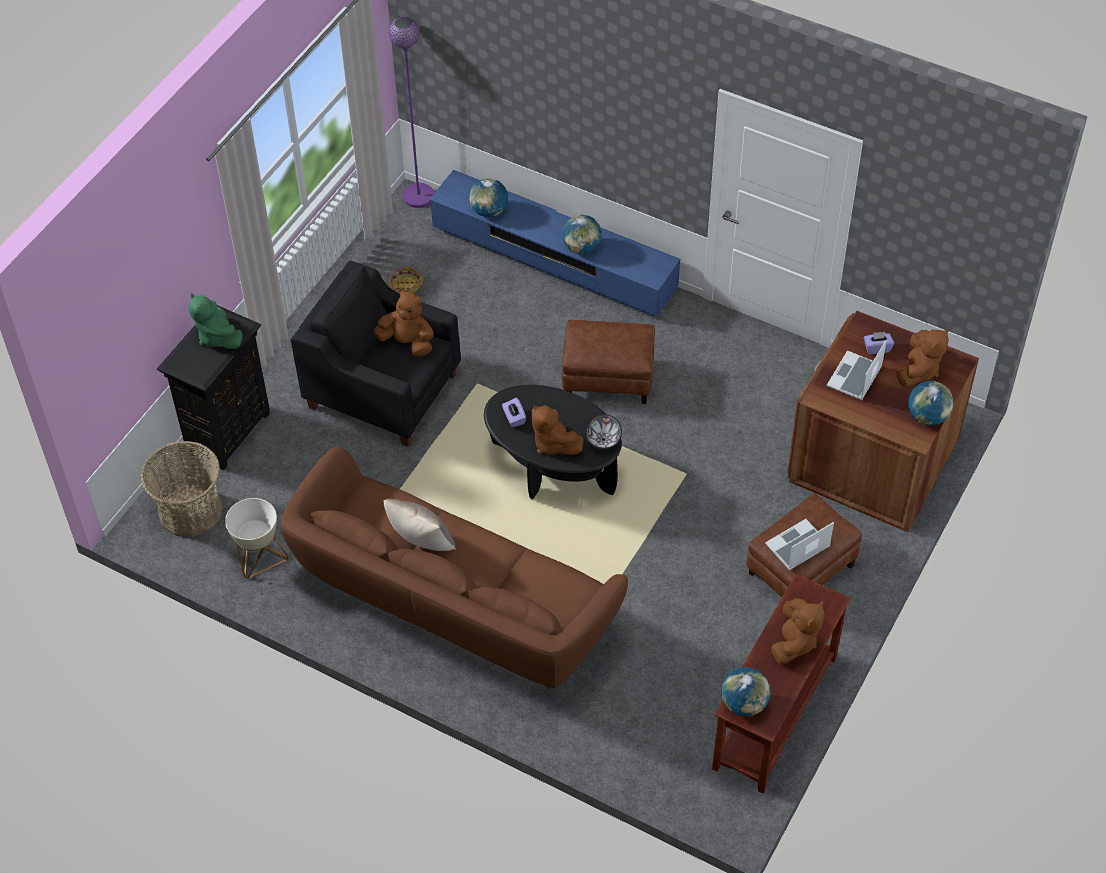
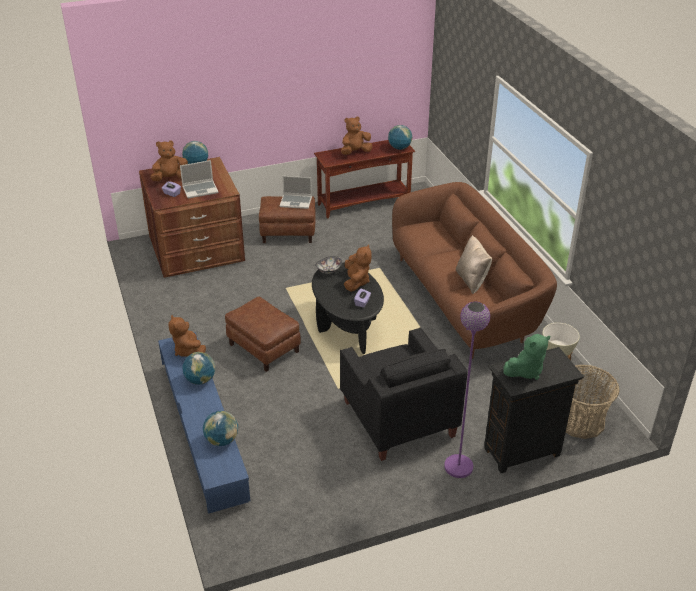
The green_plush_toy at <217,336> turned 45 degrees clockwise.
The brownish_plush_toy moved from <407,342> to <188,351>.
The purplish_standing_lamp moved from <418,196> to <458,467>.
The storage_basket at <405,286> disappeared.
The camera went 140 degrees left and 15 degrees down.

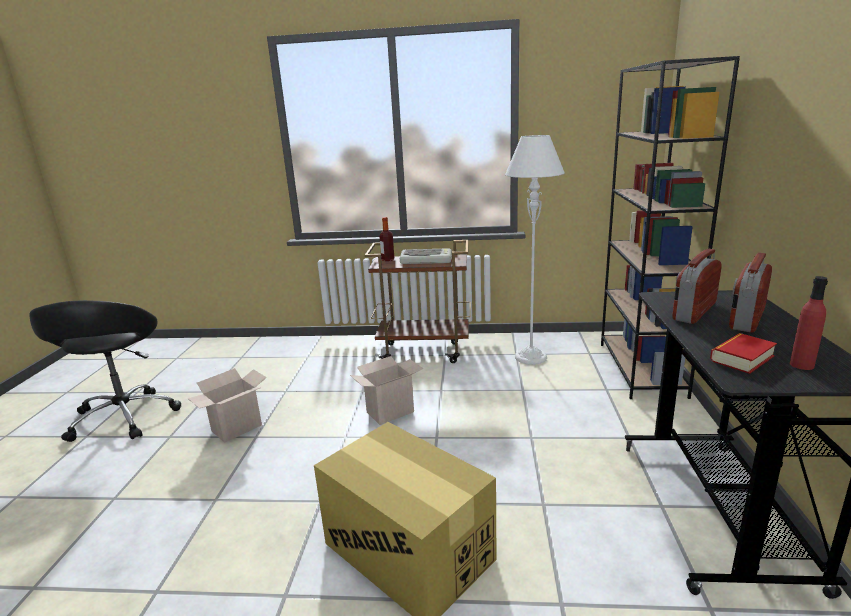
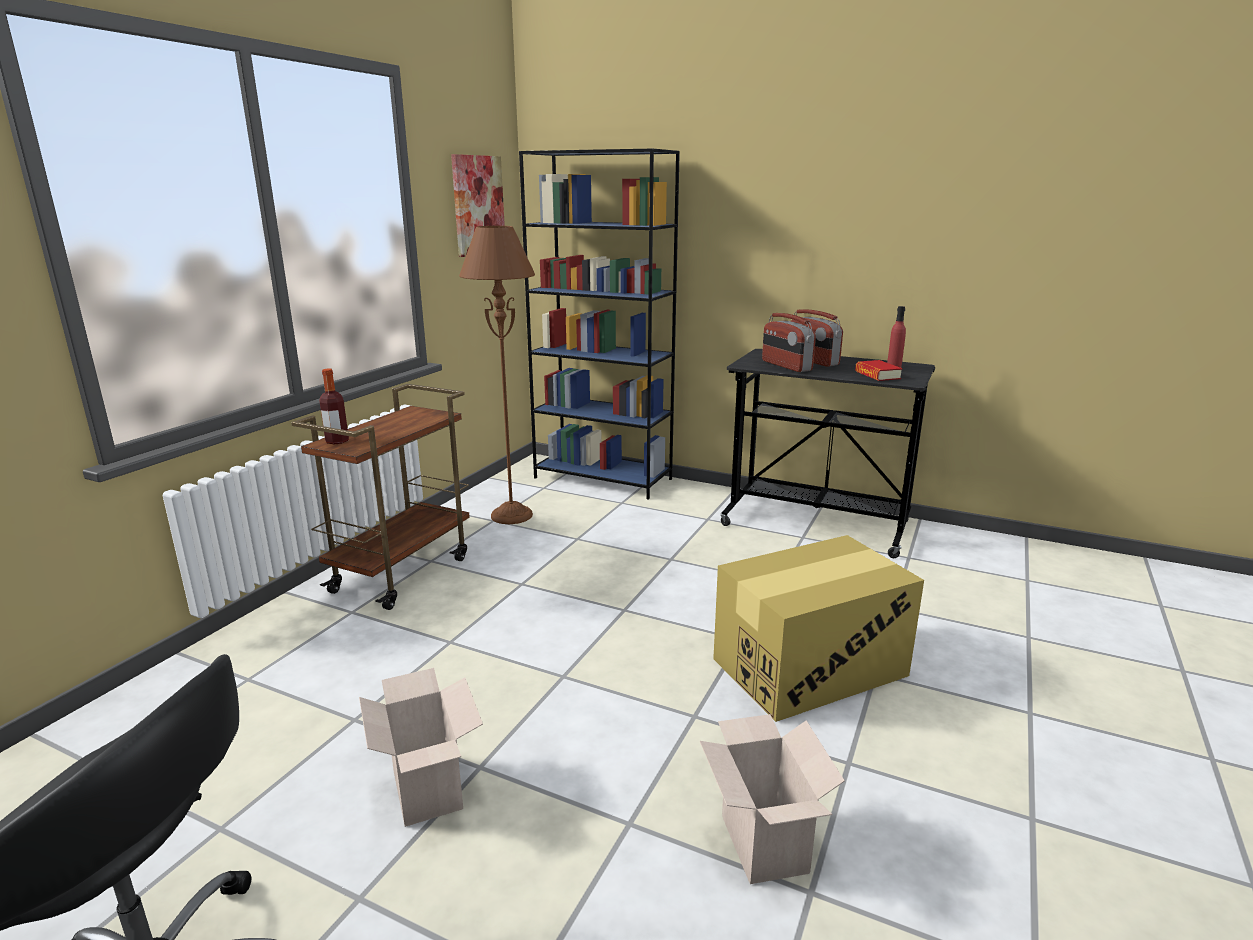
The cardboard_box moved from <391,411> to <760,841>.
The PC_keyboard at <426,260> disappeared.
The white_standing_lamp at <531,357> became the brownish_standing_lamp at <511,515>.
The sand-coloured_bookcase at <641,369> became the bluish_bookcase at <604,478>.
The picture at <478,205> appeared.
The camera went 70 degrees left and 0 degrees up.

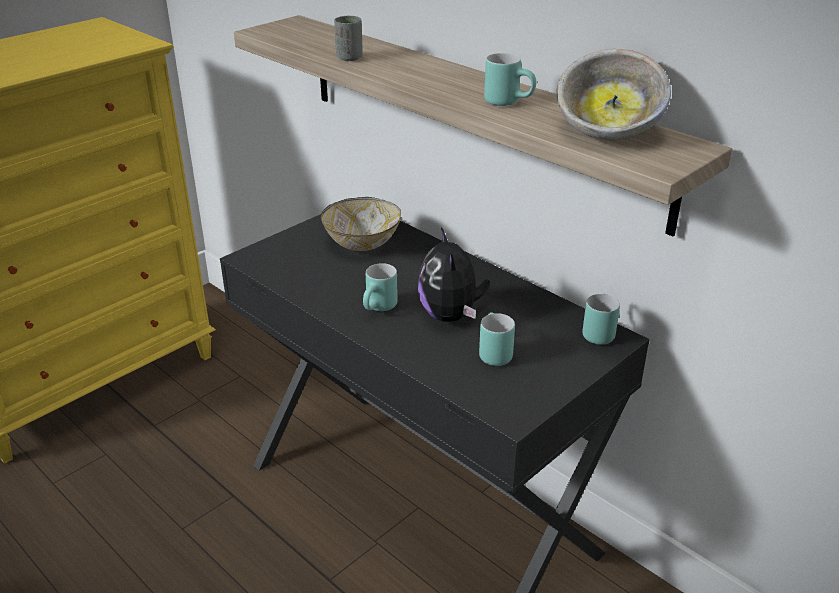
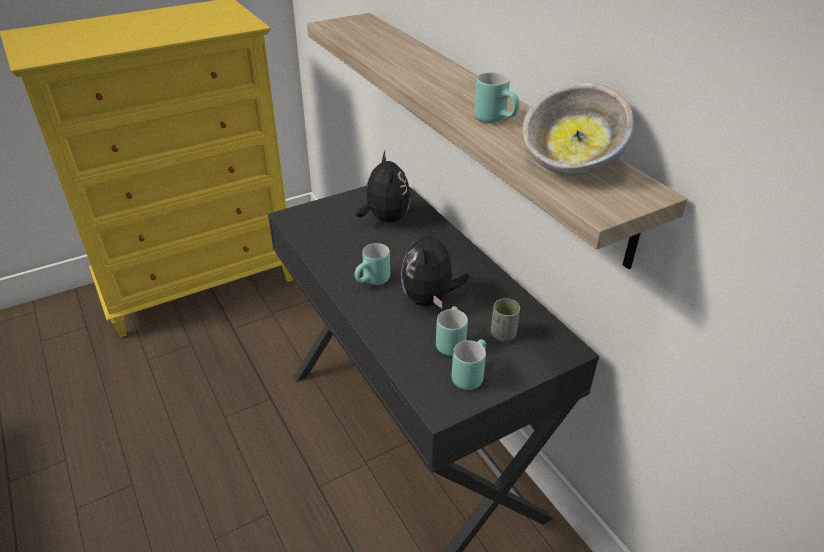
The bowl at <361,243> was replaced by the plush_toy at <385,218>.
The gray_small_cup moved from <349,58> to <503,334>.
The blue-green_mug moved from <596,332> to <468,374>.
The camera went 15 degrees right and 5 degrees up.

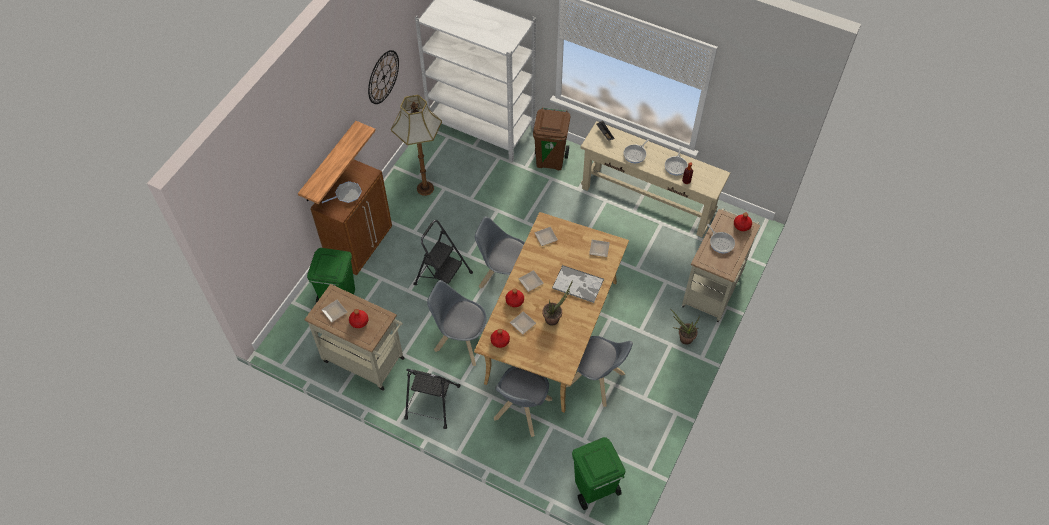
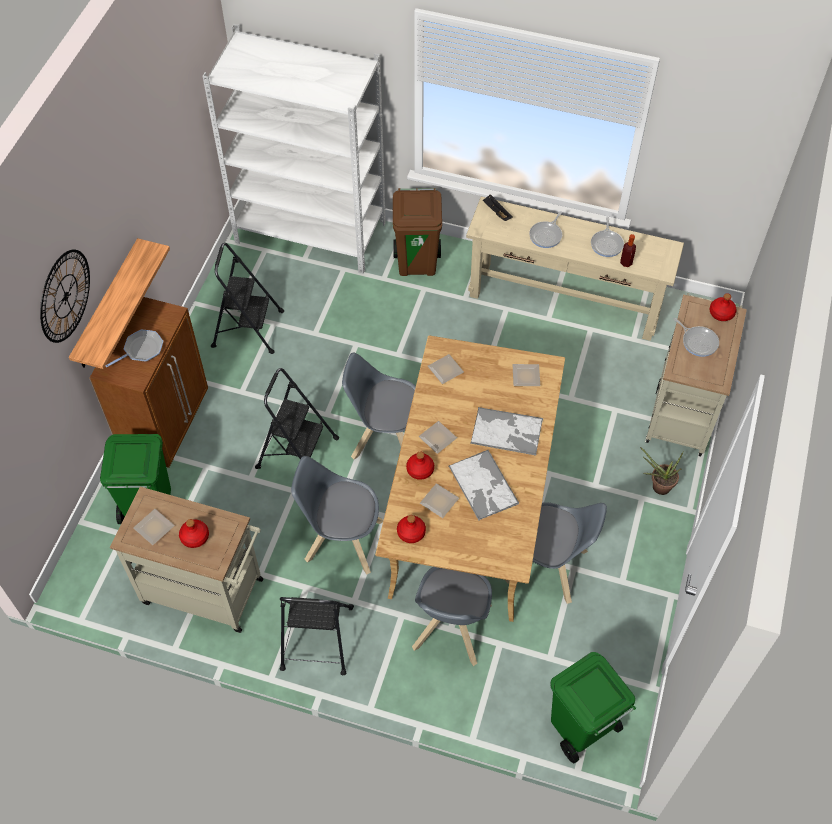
The wall_clock moved from <383,77> to <65,296>.
The standing_lamp at <424,188> was replaced by the black-coloured_step_ladder at <245,327>.
The potted_plant at <554,317> was replaced by the serving_tray at <483,486>.
The camera went 10 degrees left and 0 degrees up.

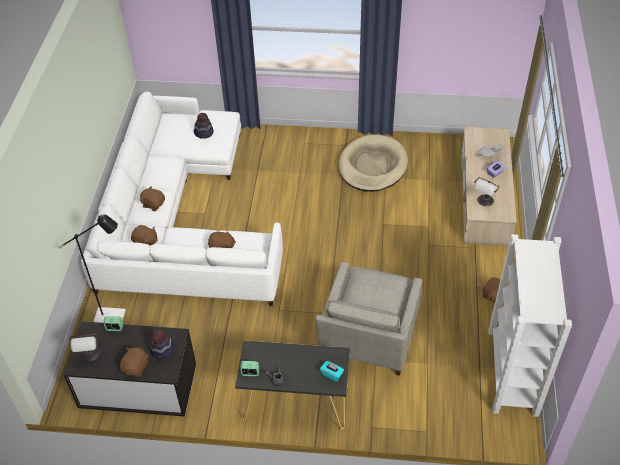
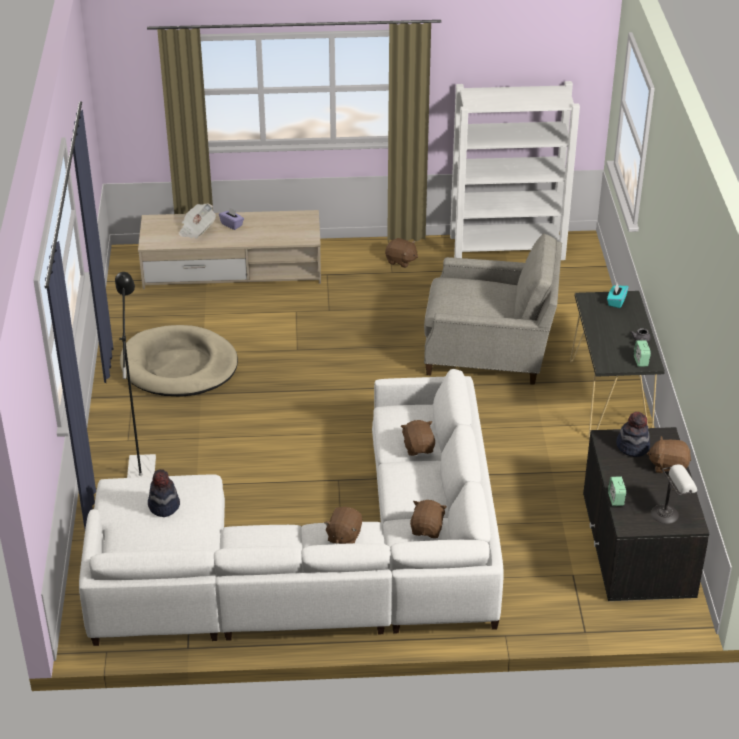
The black-coloured_standing_lamp moved from <115,317> to <141,465>.
The lamp_for_a_table at <484,202> disappeared.
The camera went 100 degrees left and 10 degrees down.

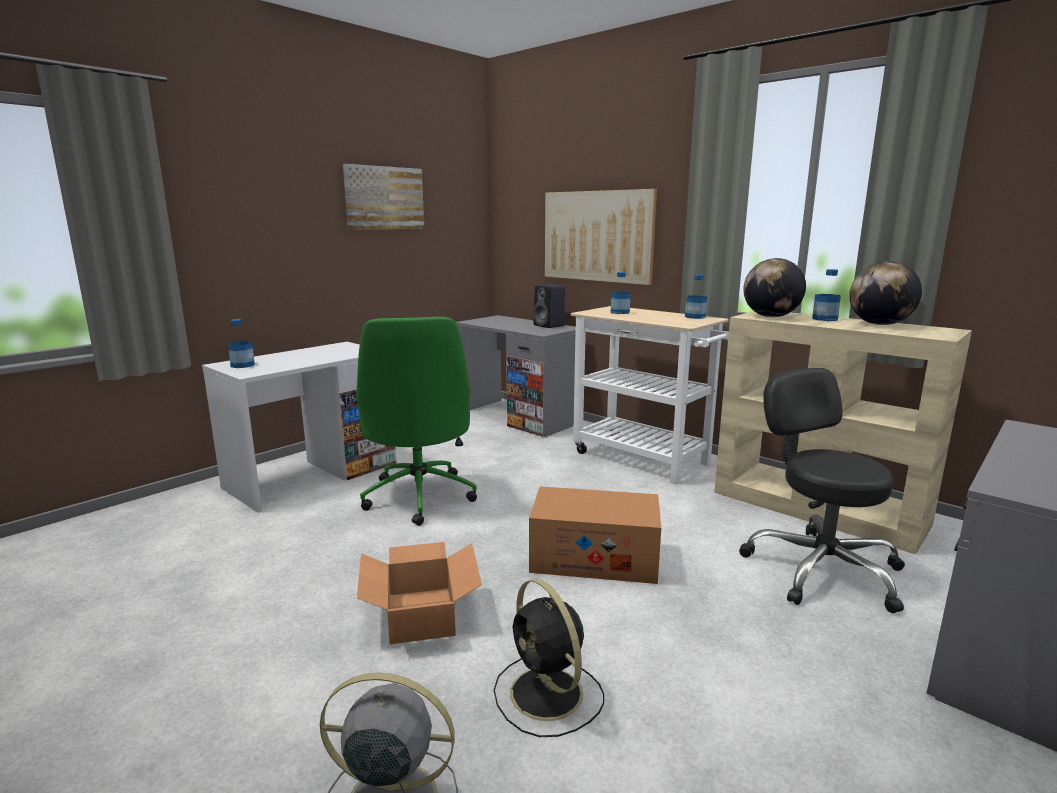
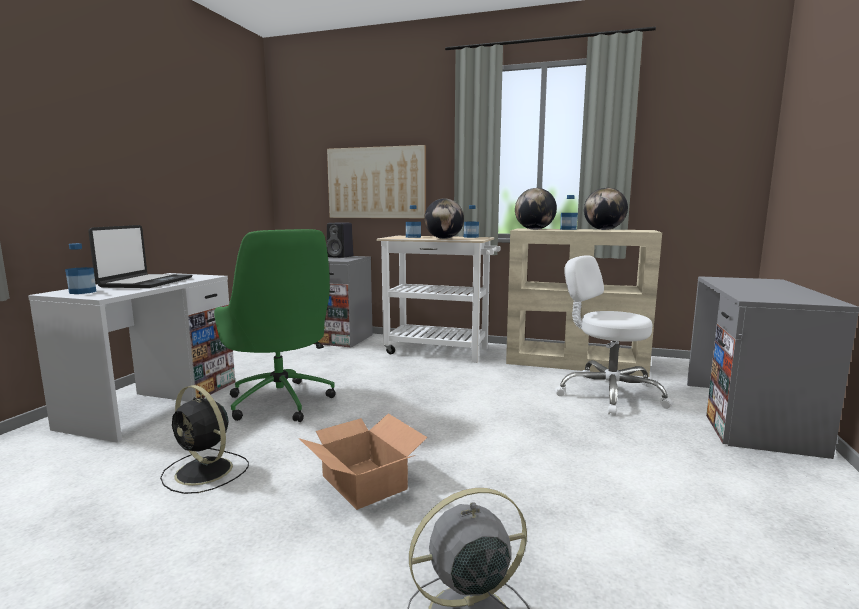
The picture at <384,198> disappeared.
The black-coloured_cooling_fan moved from <548,695> to <205,472>.
The cardboard_box at <594,558> disappeared.
The black-coloured_computer_chair at <816,566> became the white_computer_chair at <605,393>.
The portable_computer at <146,282> appeared.
The world_globe at <444,238> appeared.
The camera went 25 degrees left and 5 degrees down.

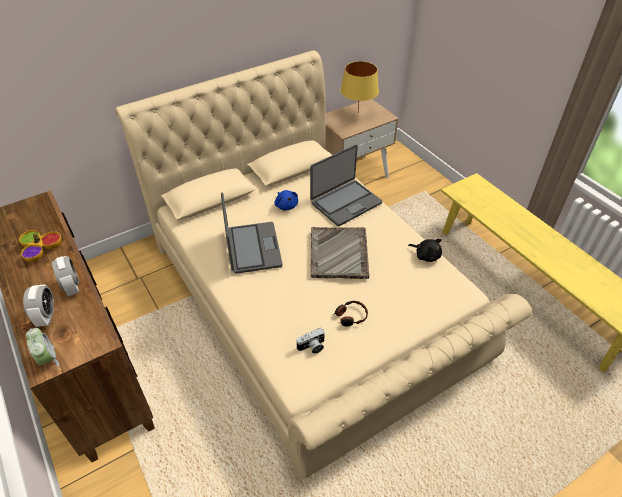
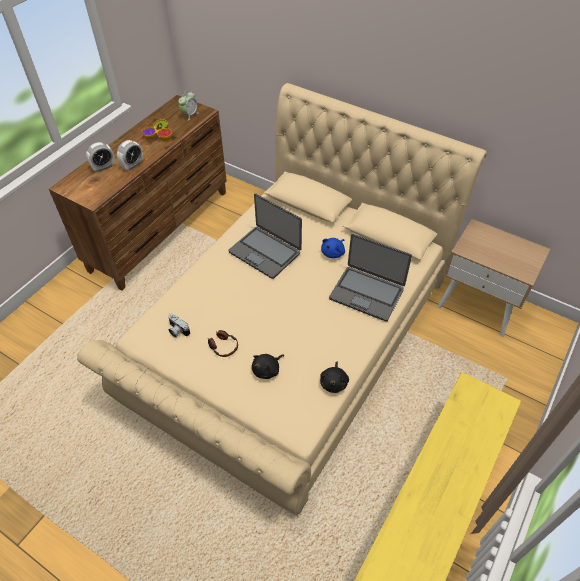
The bedside_clock moved from <48,359> to <189,115>.
The portable_computer at <252,248> turned 75 degrees clockwise.
The gray_serving_tray at <338,254> disappeared.
The yellow_lamp_for_a_table at <357,113> disappeared.
The black-coloured_plush_toy at <267,370> appeared.
The camera went 65 degrees right and 5 degrees up.

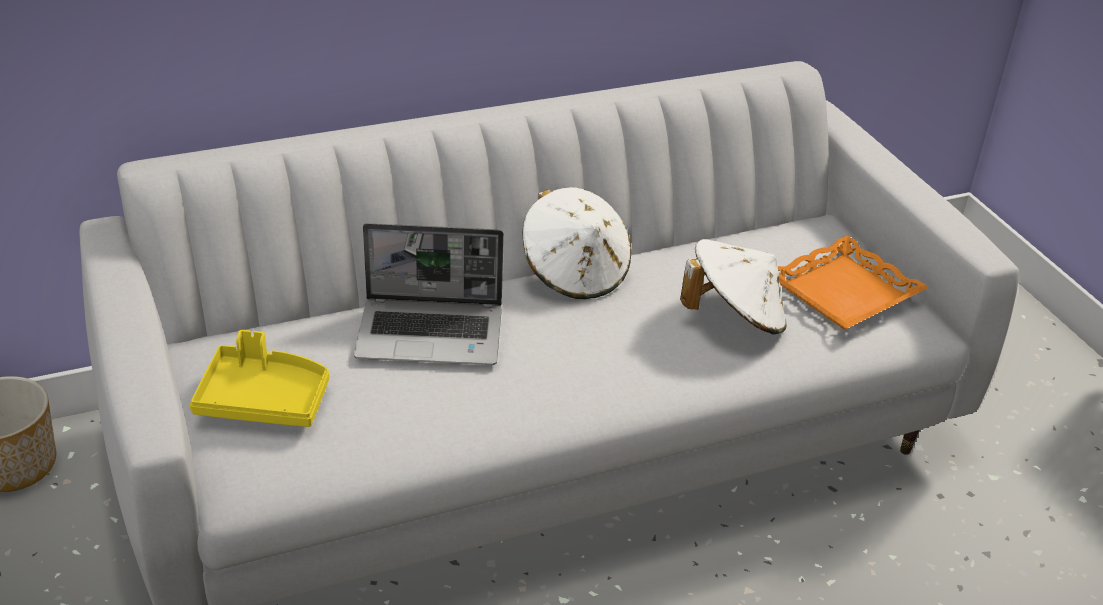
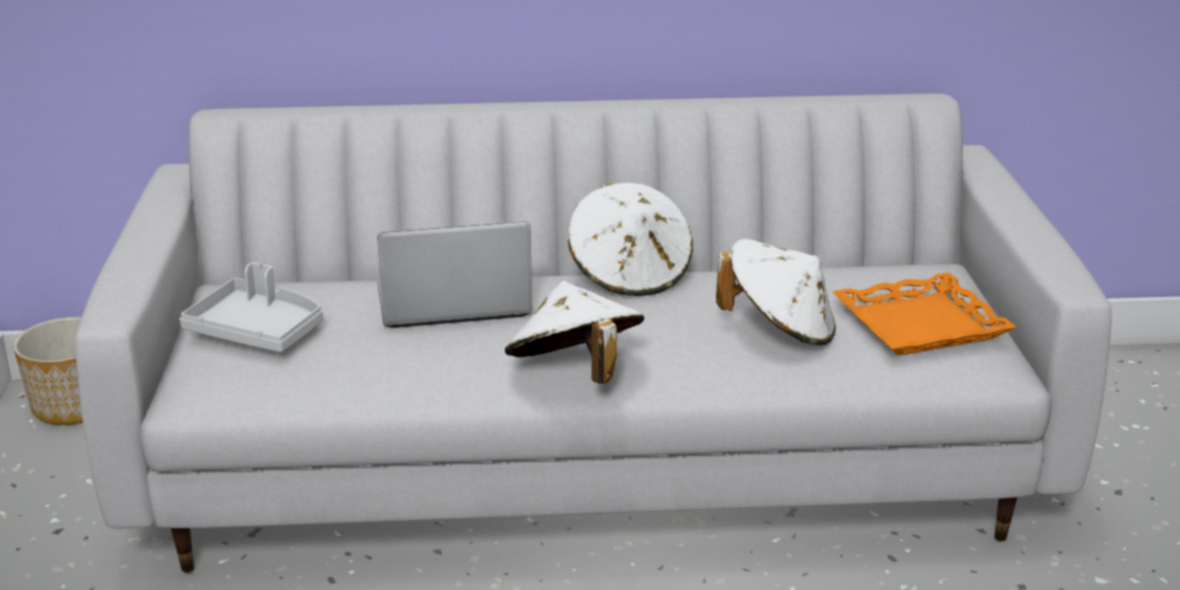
The yellow_serving_tray at <264,399> became the gray_serving_tray at <258,331>.
The portable_computer at <432,333> turned 150 degrees clockwise.
The white_hat at <575,374> appeared.
The camera went 20 degrees right and 10 degrees down.

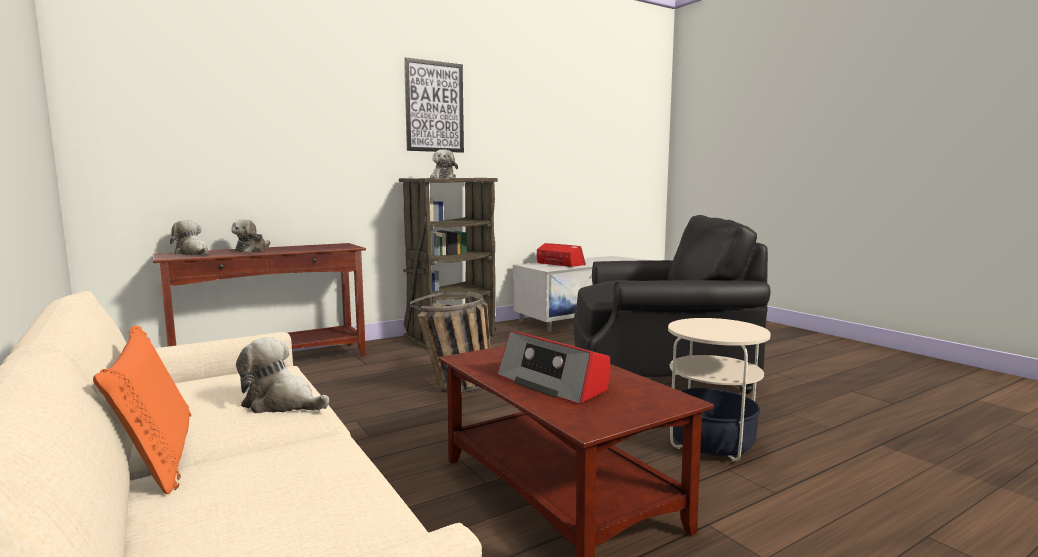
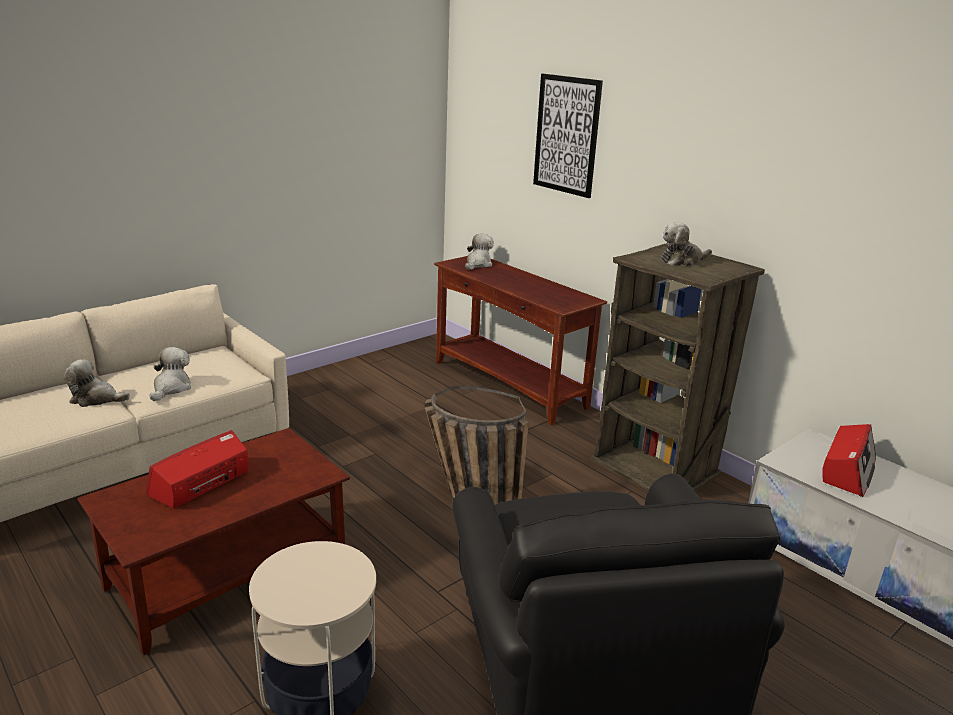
The orangey_throw_pillow at <156,455> disappeared.
The plush_toy moved from <252,250> to <96,399>.
The picture moved from <434,107> to <566,135>.
The camera went 80 degrees right and 15 degrees up.

